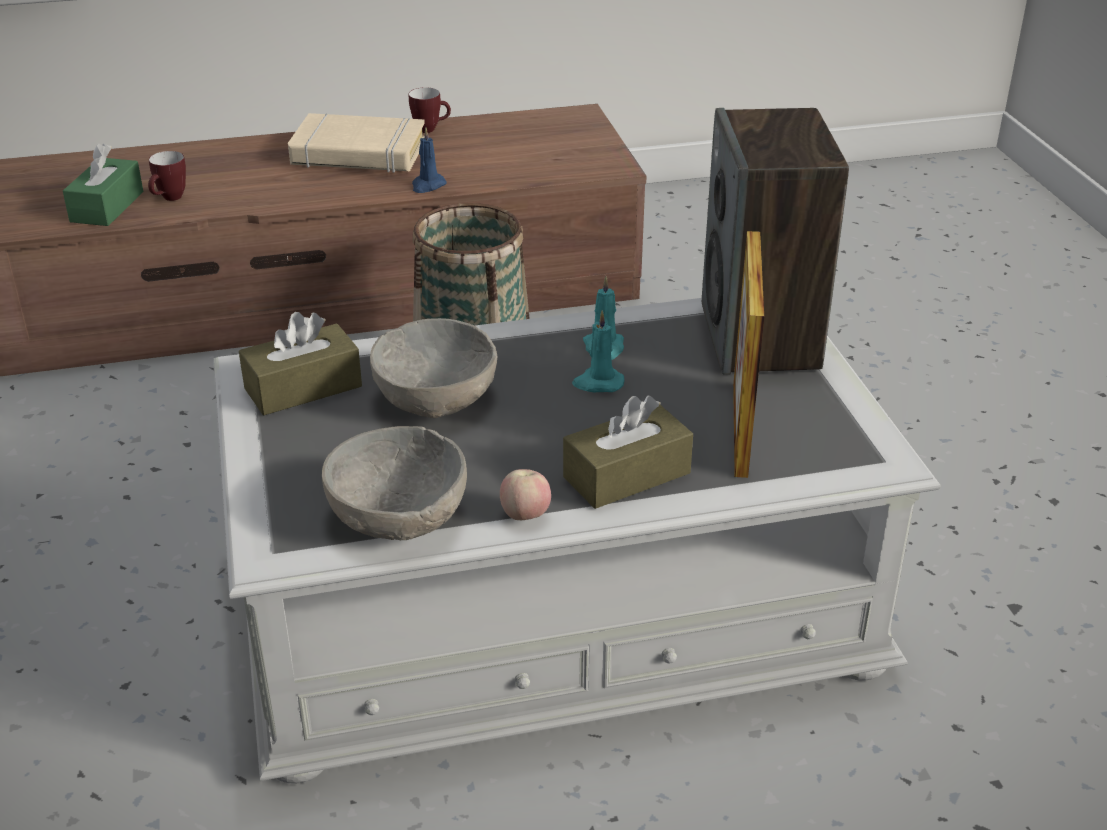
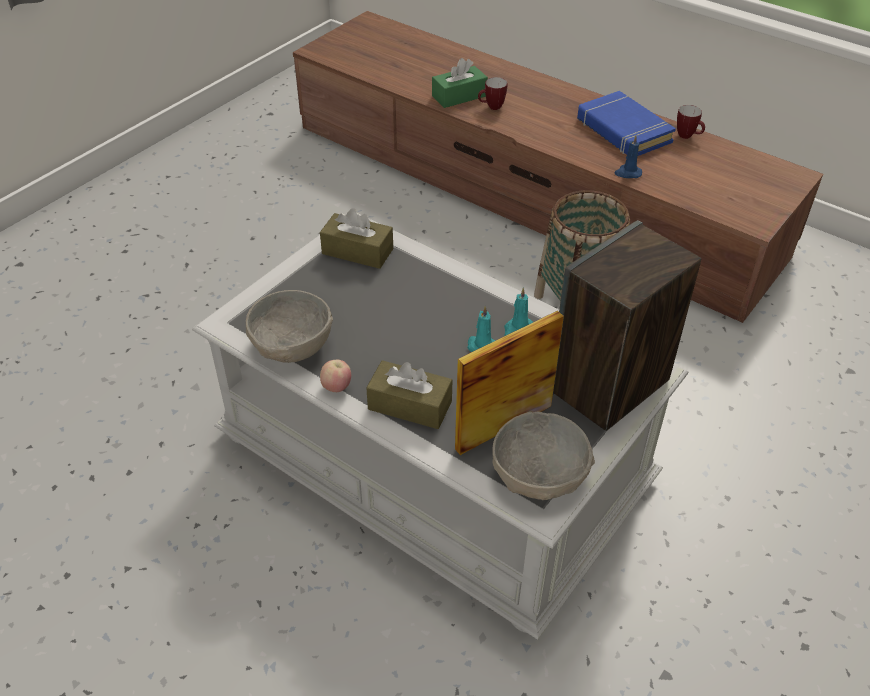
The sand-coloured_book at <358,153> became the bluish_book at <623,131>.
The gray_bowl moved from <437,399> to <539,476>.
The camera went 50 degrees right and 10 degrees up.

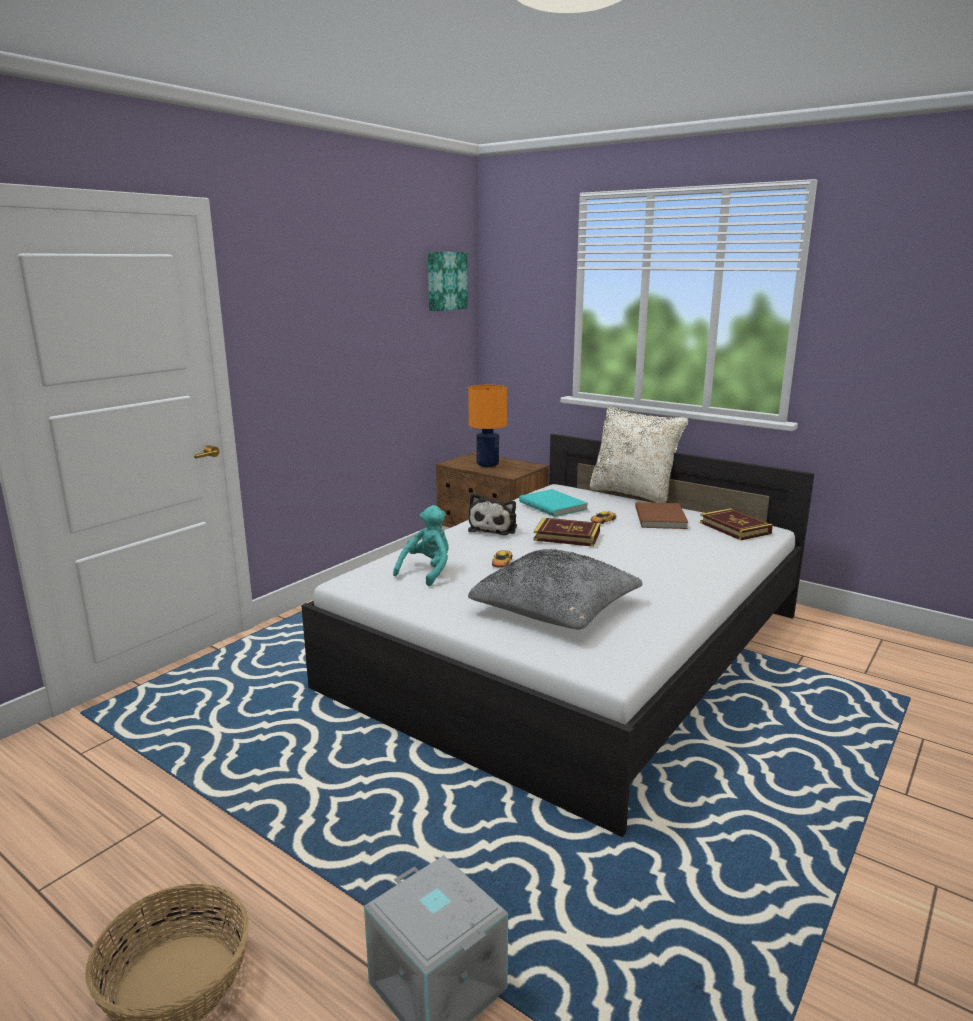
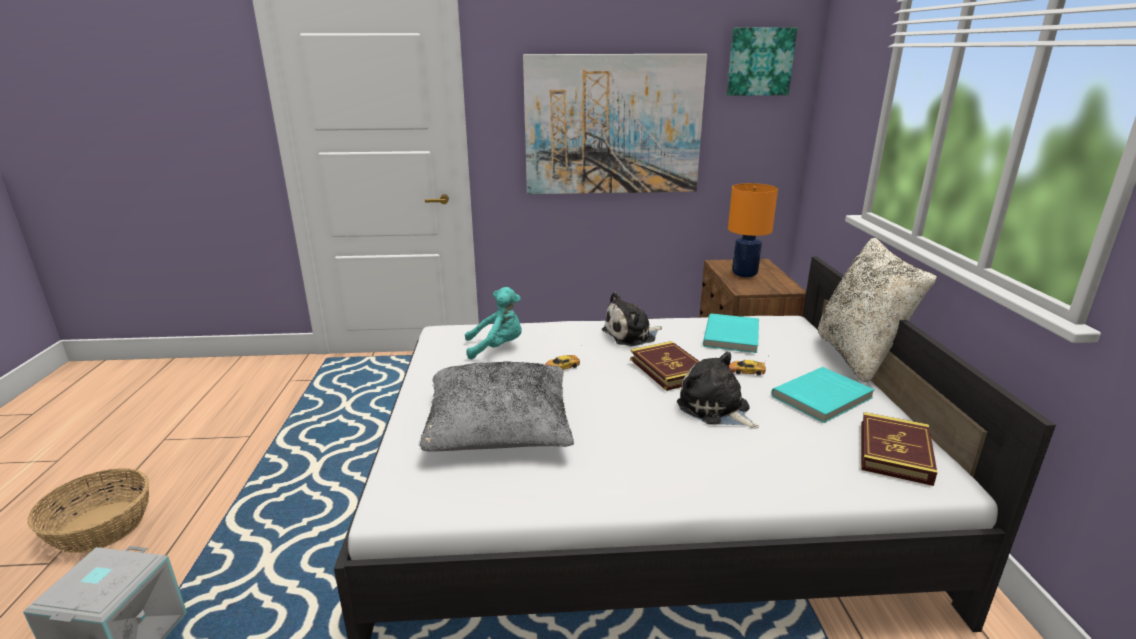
The brownish_book at <661,518> became the blue-green_book at <823,397>.
The picture at <613,125> appeared.
The plush_toy at <716,409> appeared.
The camera went 50 degrees right and 5 degrees up.

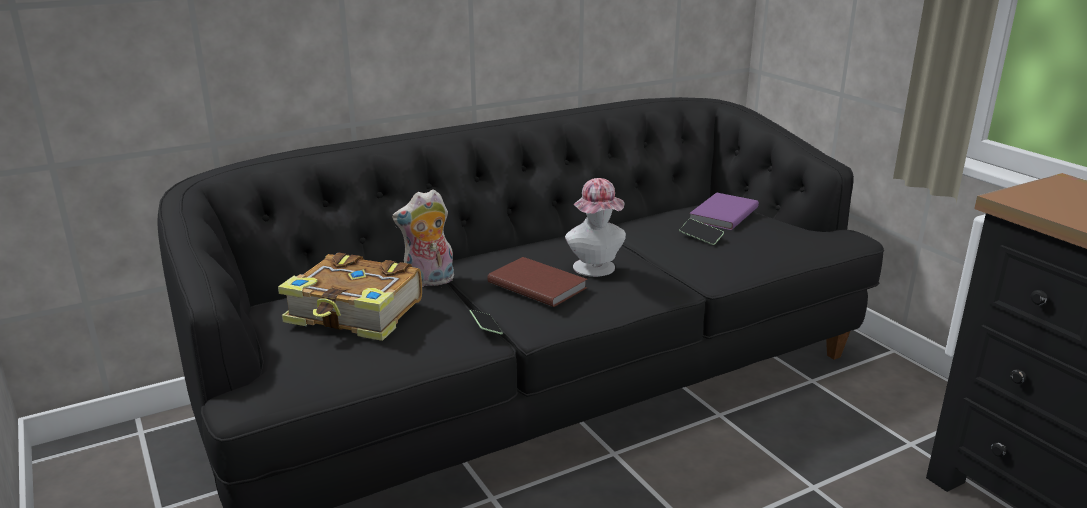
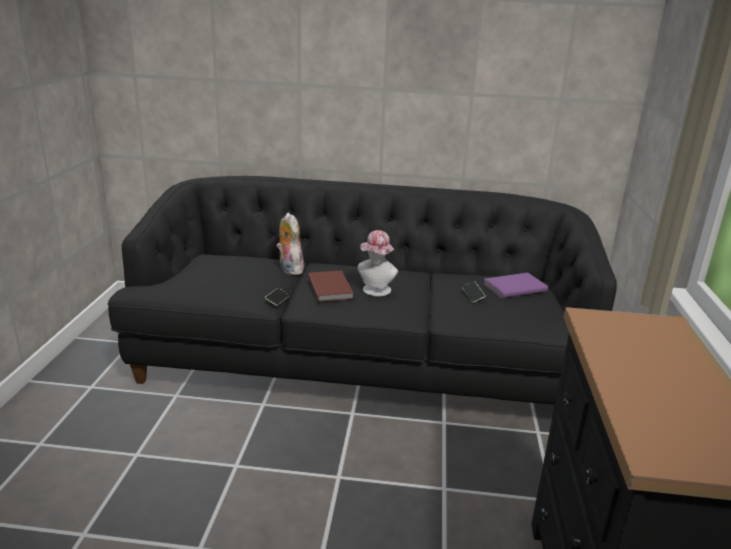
The book at <356,314> disappeared.
The plush_toy at <429,282> turned 45 degrees clockwise.
The camera went 35 degrees right and 0 degrees up.

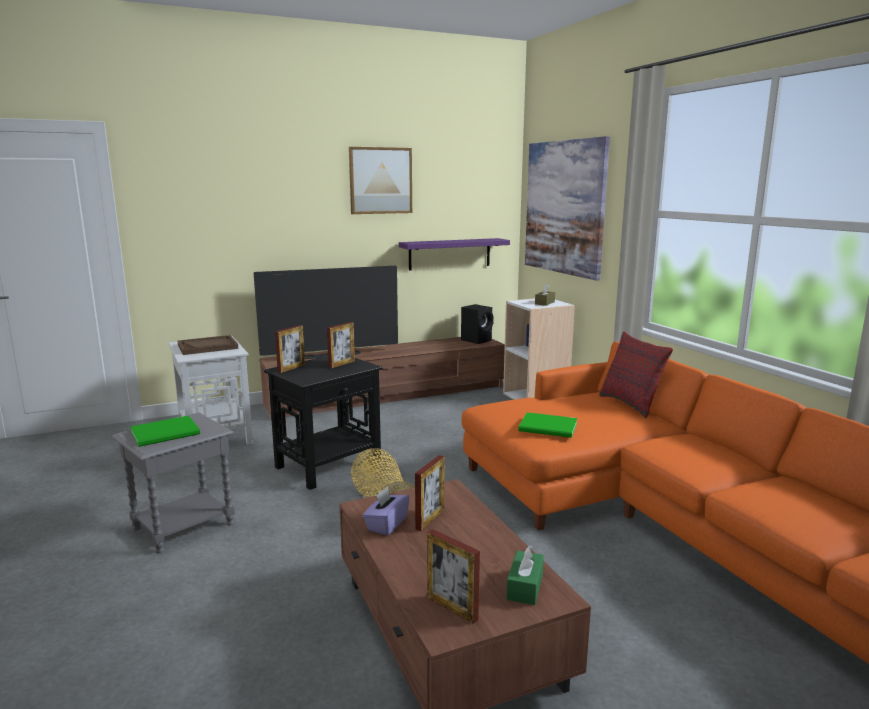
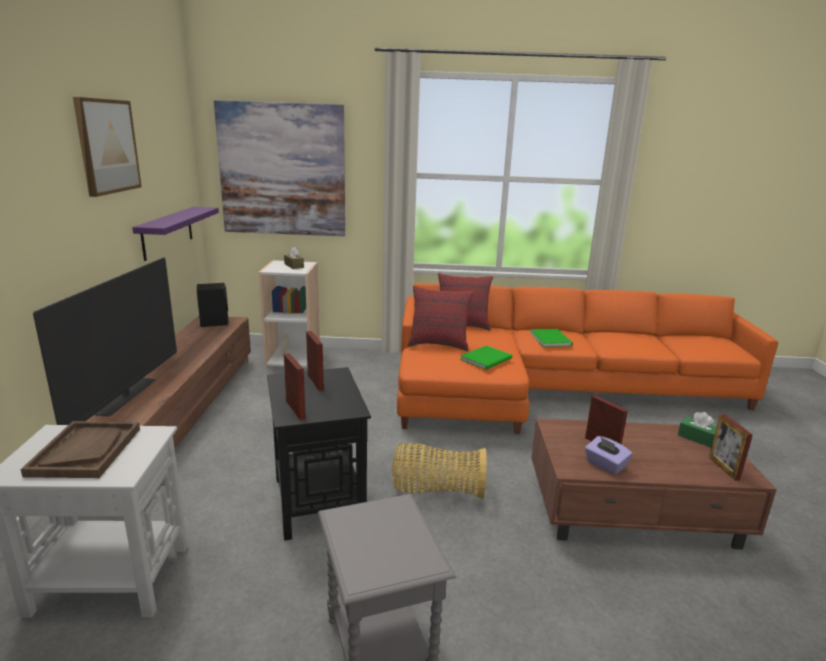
The green_book moved from <167,433> to <551,339>.
The photo_frame at <452,608> turned 105 degrees clockwise.
The red-coloured_throw_pillow at <438,345> appeared.
The camera went 65 degrees left and 5 degrees up.

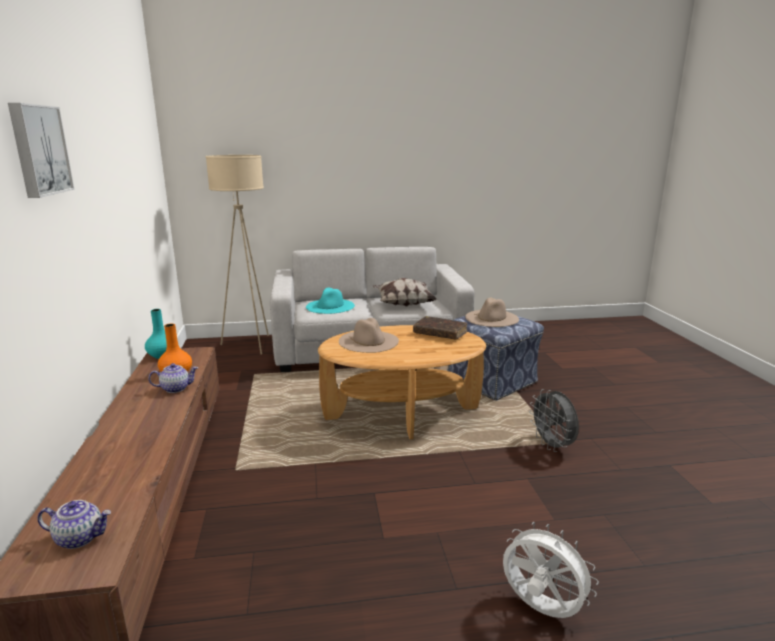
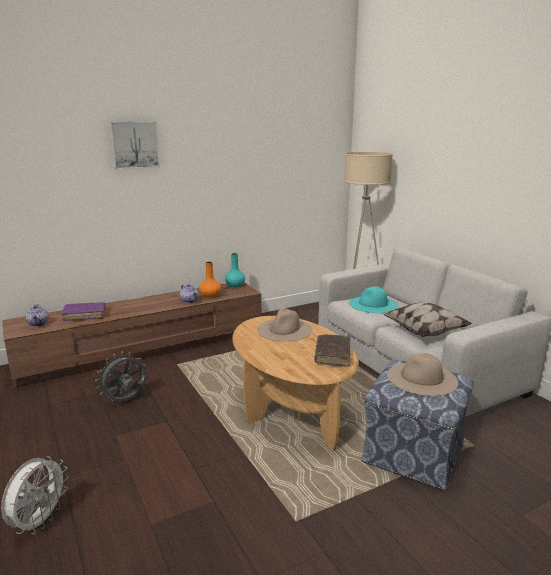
The gray_cooling_fan moved from <552,446> to <126,400>.
The purplish_book at <84,315> appeared.
The camera went 70 degrees right and 0 degrees up.

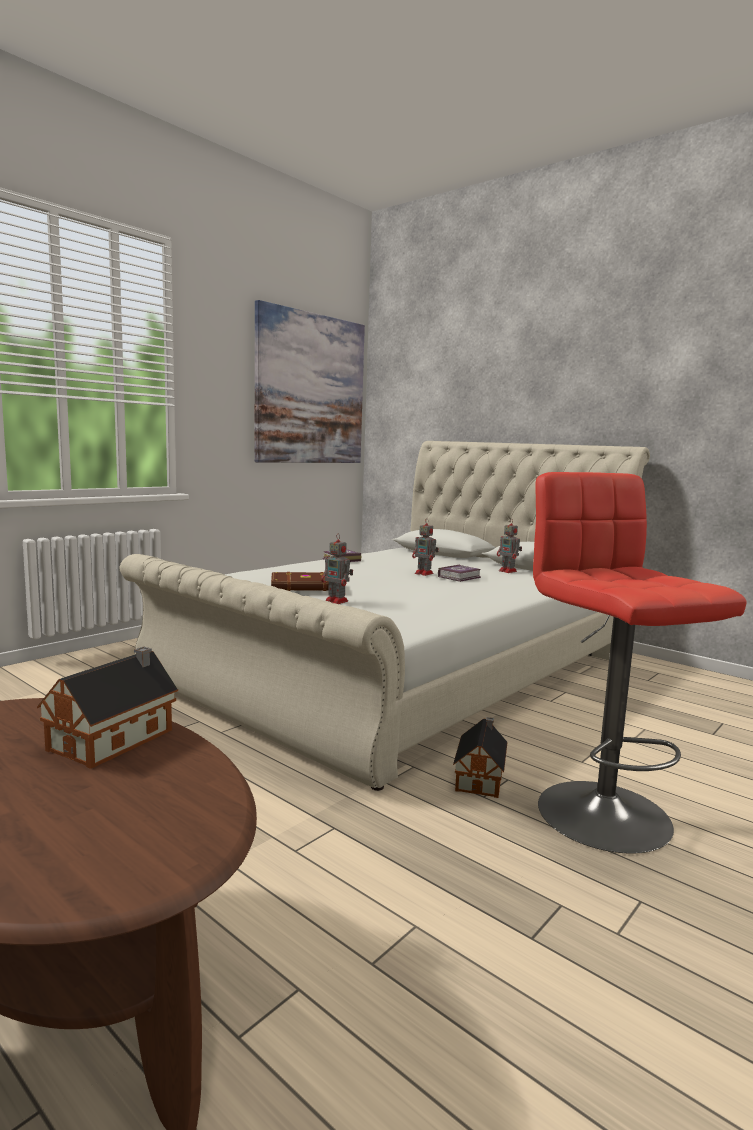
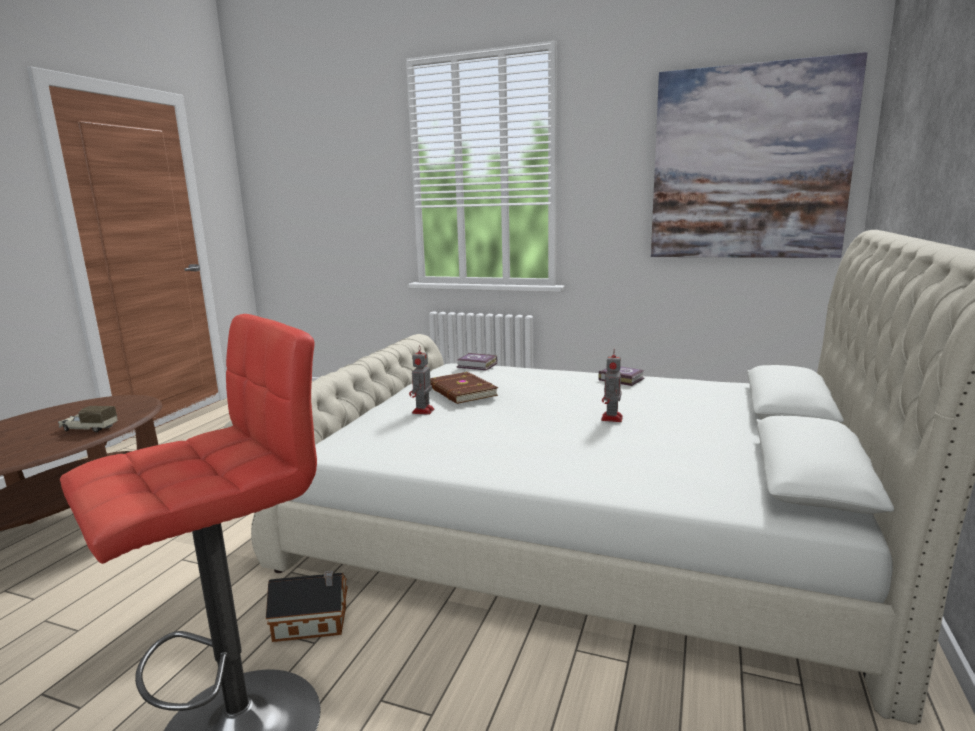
The miniature_house at <116,738> was replaced by the model_truck at <88,429>.
The book moved from <460,577> to <477,365>.
The robot_figure at <508,571> disappeared.
The camera went 70 degrees right and 5 degrees up.

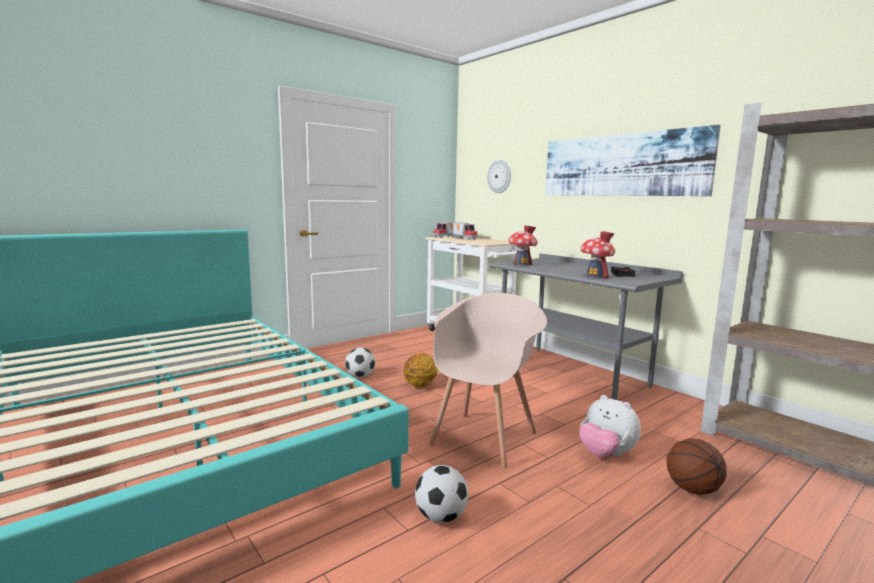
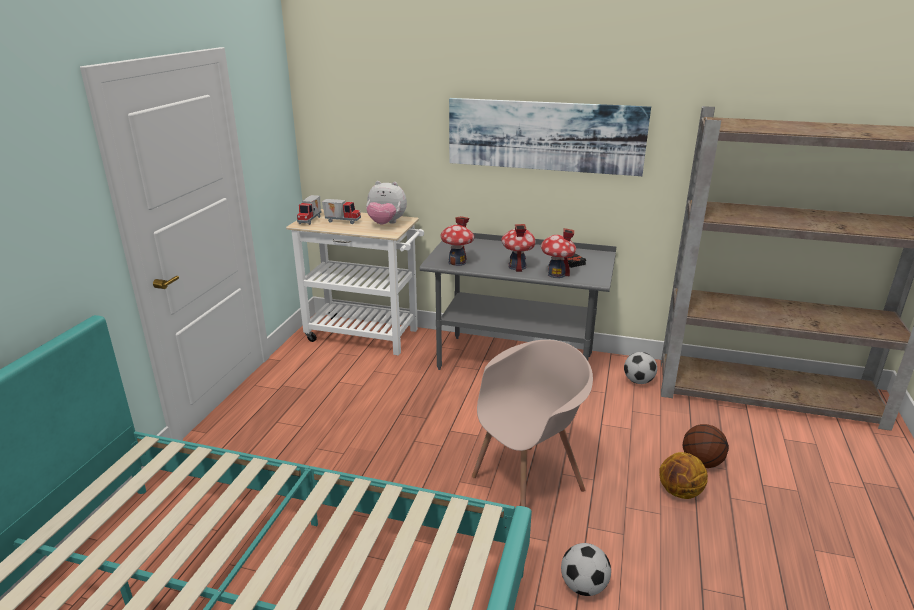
The football moved from <360,376> to <638,381>.
The basketball moved from <420,386> to <680,492>.
The sand-coloured_upright_chair at <484,438> turned 60 degrees clockwise.
The wall_clock at <499,176> disappeared.
The plush_toy moved from <606,454> to <386,224>.
The miniature_house at <517,266> appeared.
The camera went 35 degrees left and 15 degrees up.

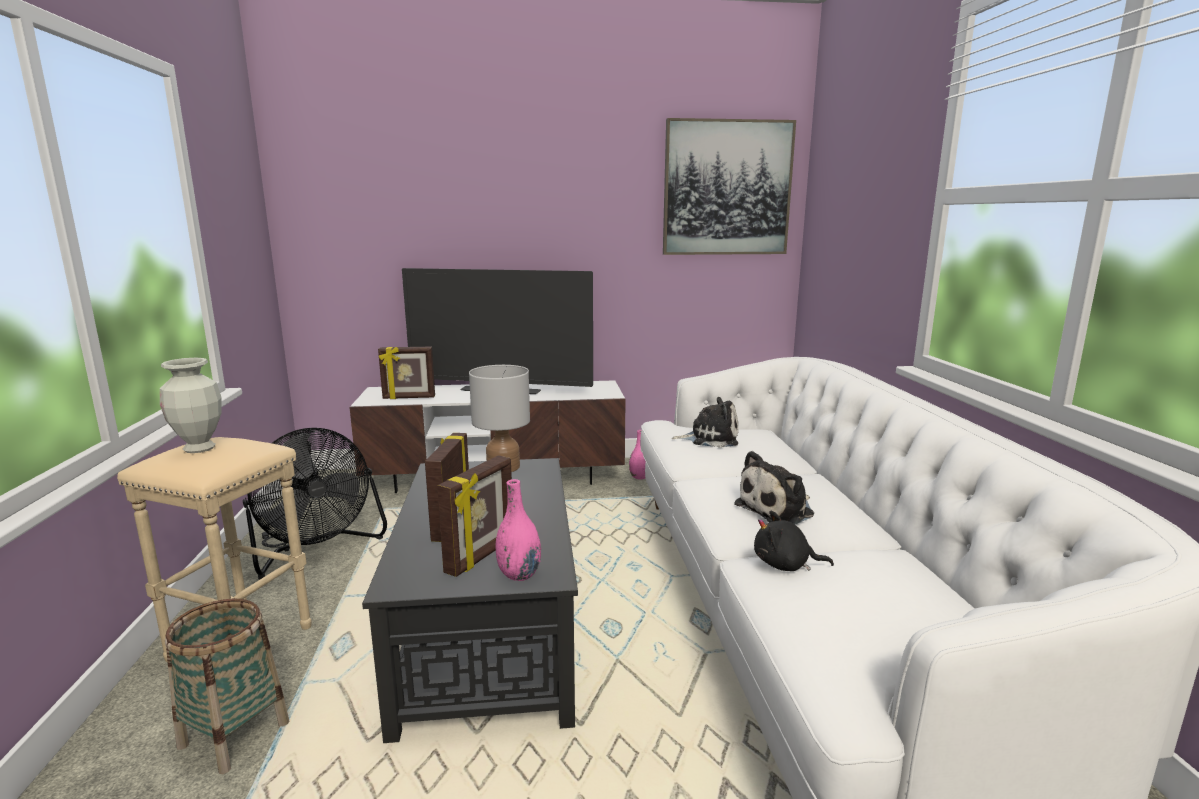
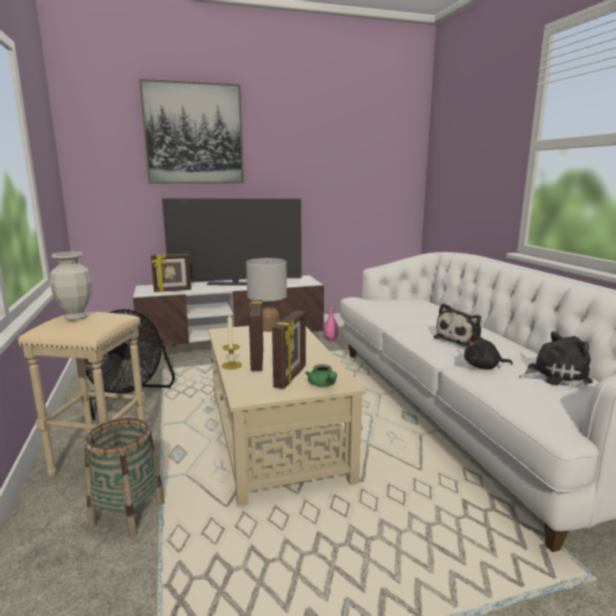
The black-coloured_low_table at <488,633> became the sand-coloured_low_table at <275,437>.
The pinkish_flower_vase at <519,574> was replaced by the green_pot_for_tea at <323,385>.
The picture moved from <727,188> to <194,134>.
The plush_toy moved from <710,438> to <554,375>.
The wax_candle at <231,365> appeared.
The camera went 10 degrees left and 0 degrees up.

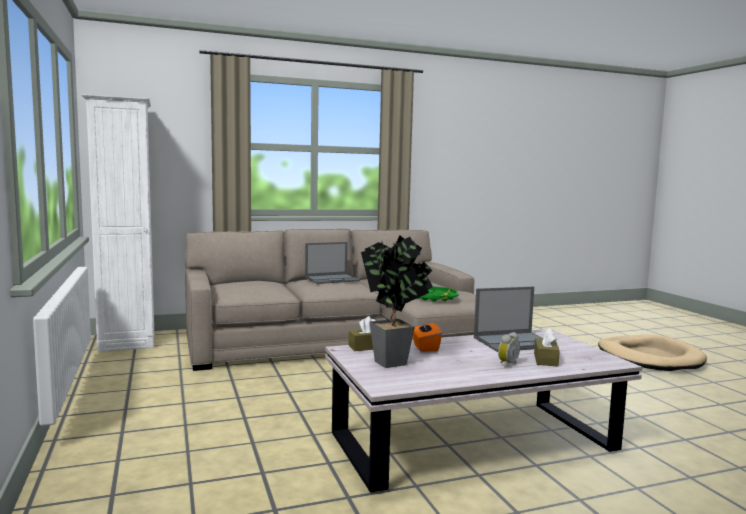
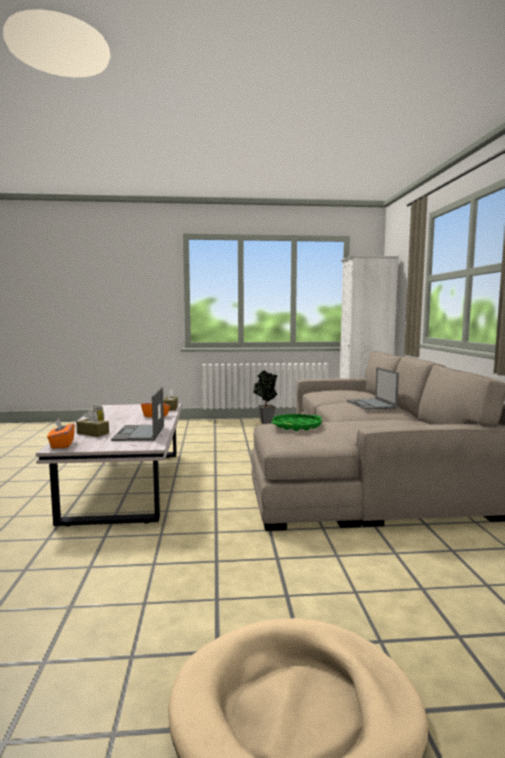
The potted_plant moved from <396,363> to <266,423>.
The orangey_tissue_holder at <62,444> appeared.
The camera went 105 degrees right and 0 degrees up.

